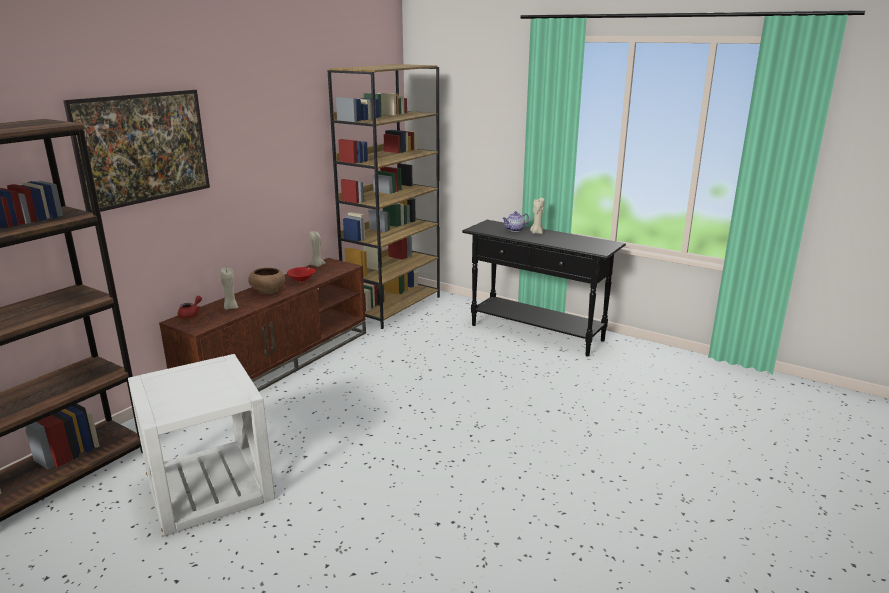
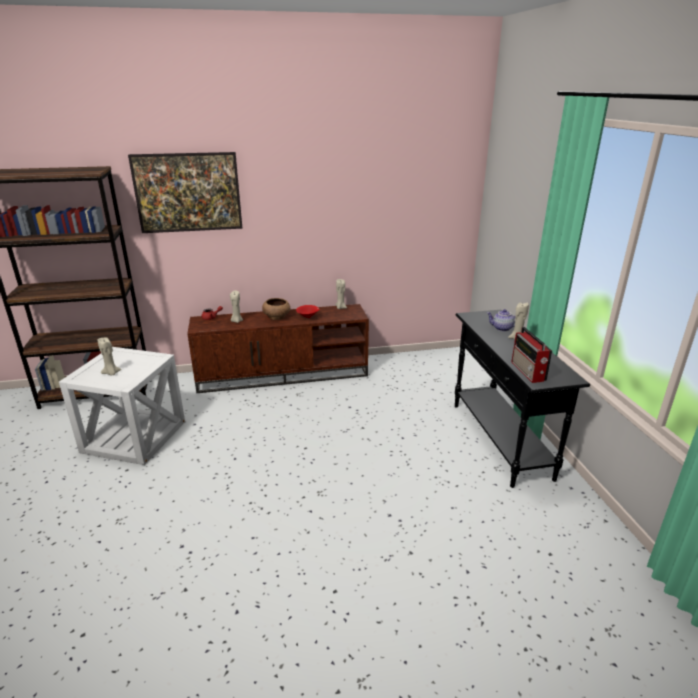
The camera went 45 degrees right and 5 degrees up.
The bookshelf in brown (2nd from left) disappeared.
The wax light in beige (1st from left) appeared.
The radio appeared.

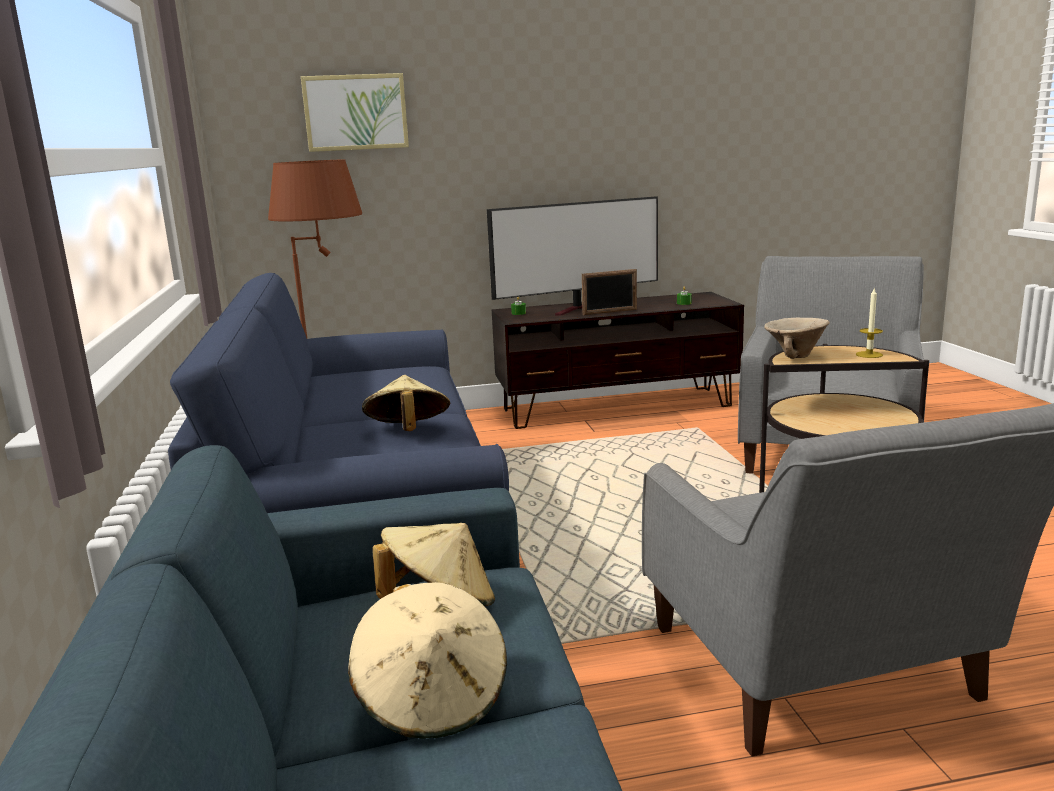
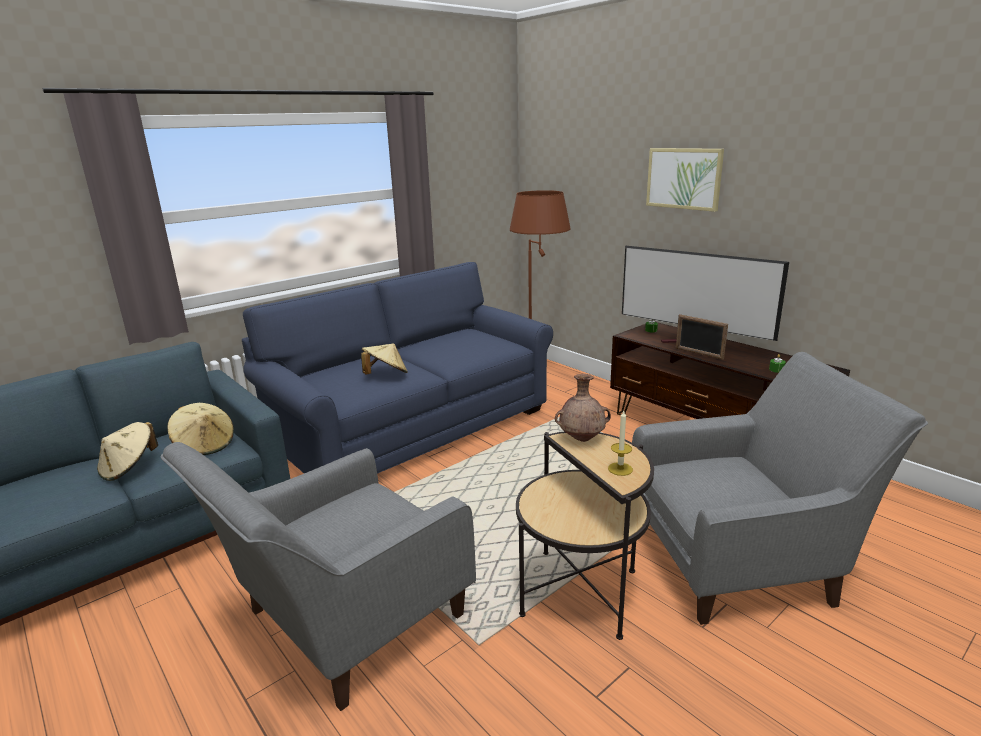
The camera went 60 degrees right and 5 degrees up.
The picture moved.
The bowl in beige was replaced by the vase in brown.

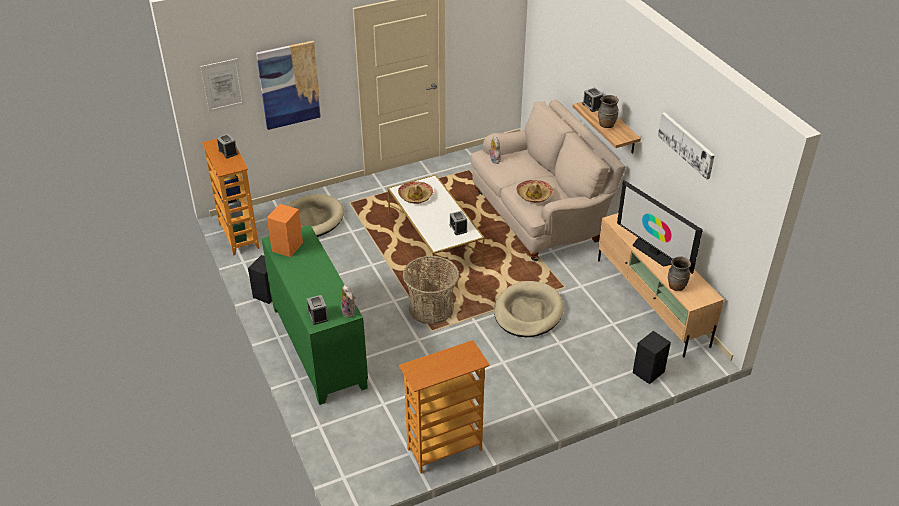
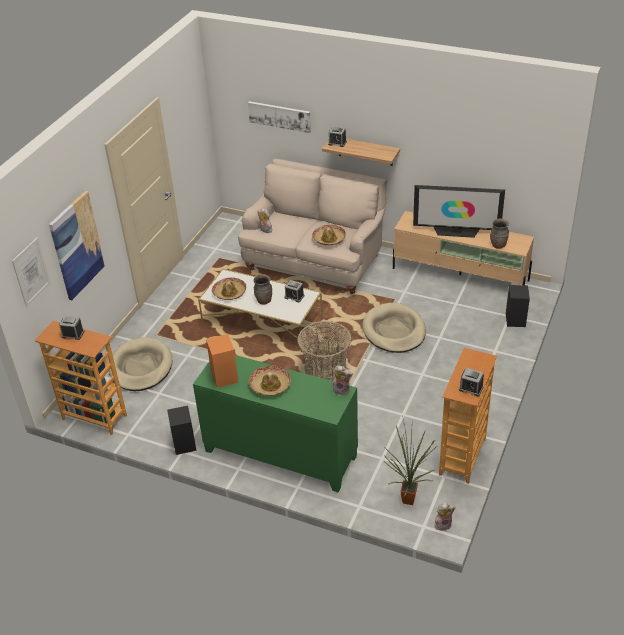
The camera went 40 degrees left and 0 degrees up.
The alarm clock (2nd from left in the first image) moved.
The vase in brown (1st from left) moved.
The picture (3rd from left) moved.
The hat (2nd from left) appeared.
The plant in a pot appeared.
The soft toy (3rd from left) appeared.

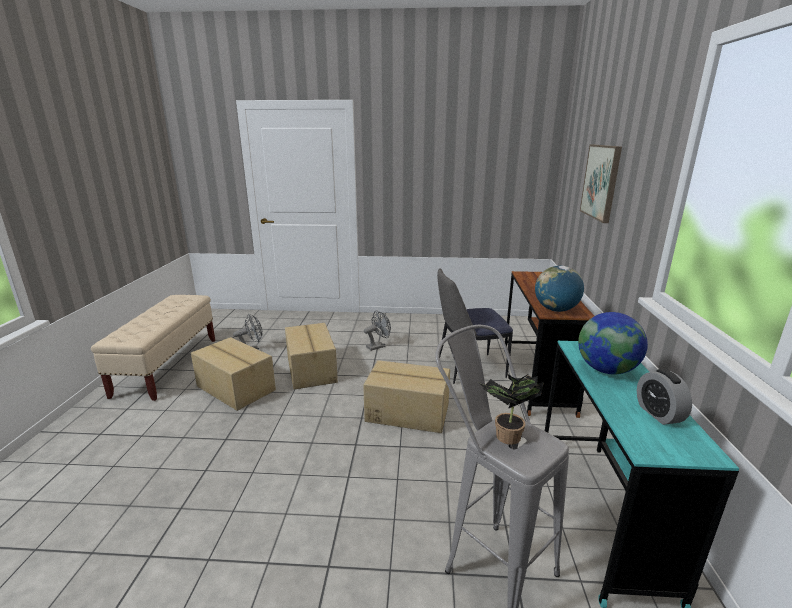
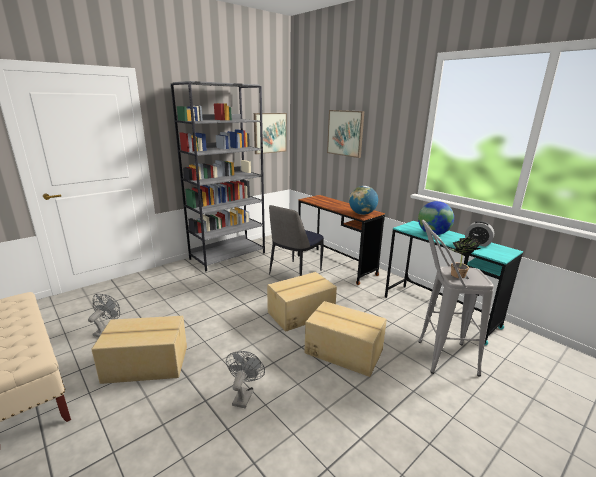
The camera went 45 degrees left and 0 degrees up.
The carton (2nd from left in the first image) moved.
The fan in greyish (2nd from left) moved.
The bookshelf in greyish appeared.
The picture (1st from left) appeared.

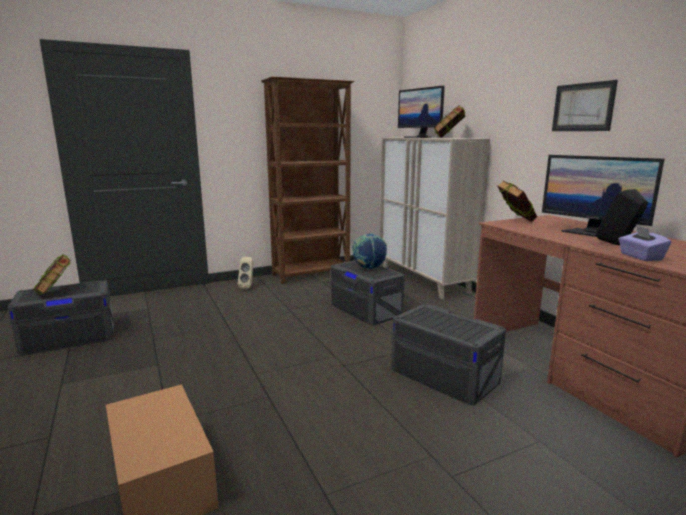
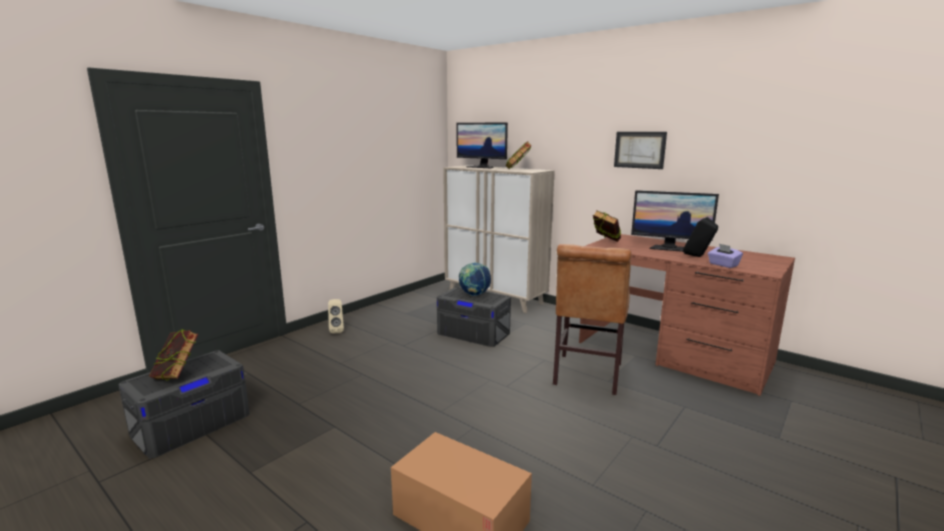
The camera went 25 degrees left and 0 degrees up.
The bookshelf in brown disappeared.
The storage box in greyish (3rd from left) was replaced by the upright chair in brown.

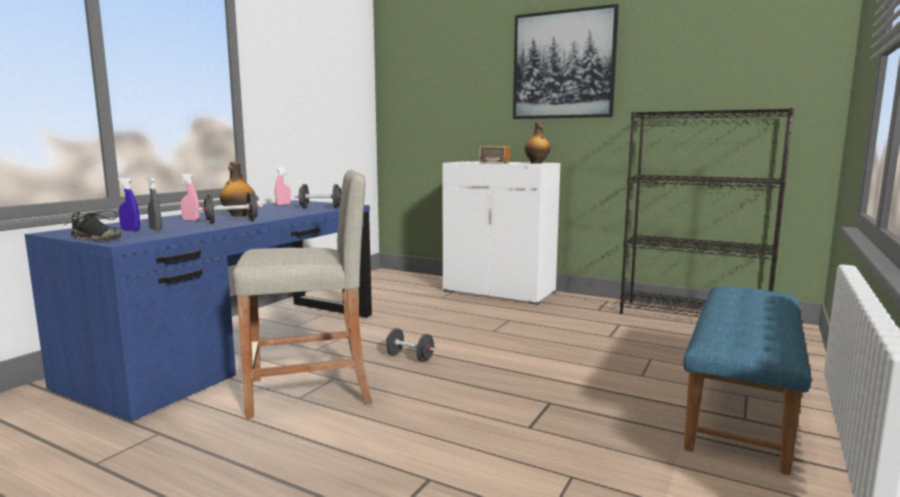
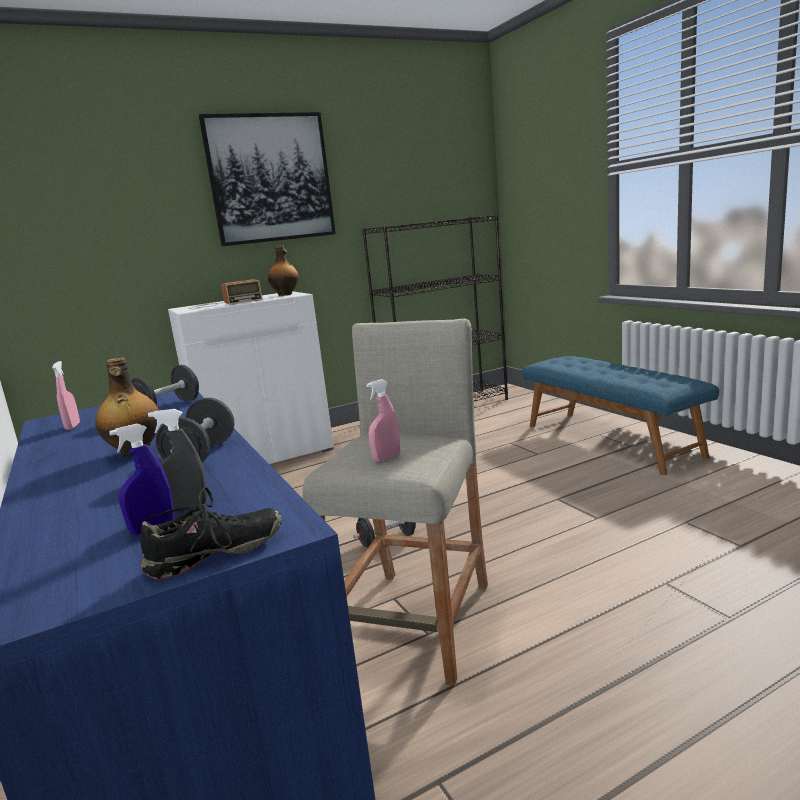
The camera went 55 degrees left and 5 degrees up.
The sprayer in pink-coloured (1st from left in the first image) moved.

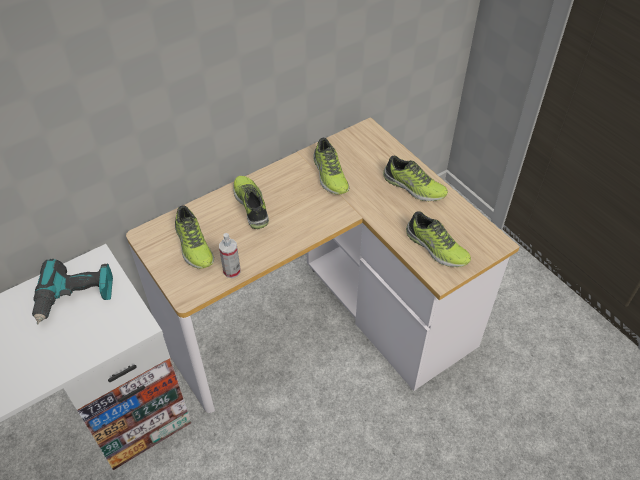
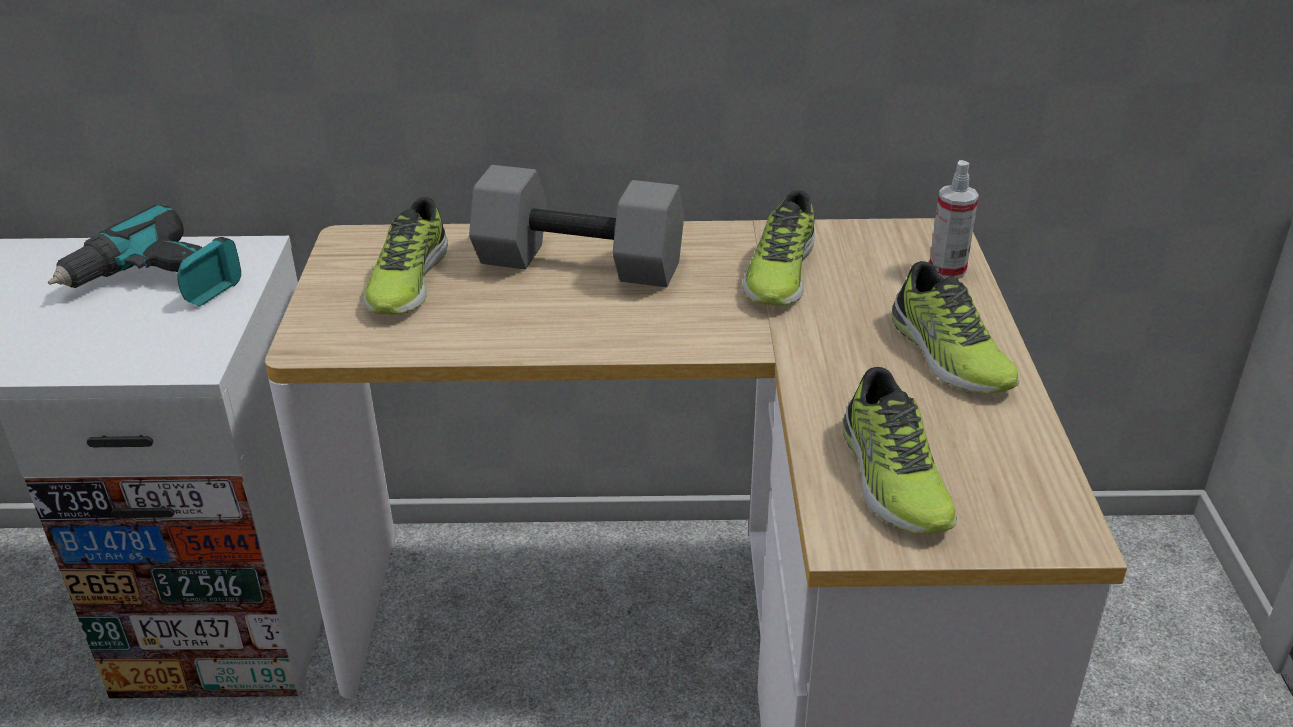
The camera went 35 degrees right and 15 degrees down.
The sprayer moved.
The item of footwear (2nd from left) was replaced by the dumbbell in greyish.

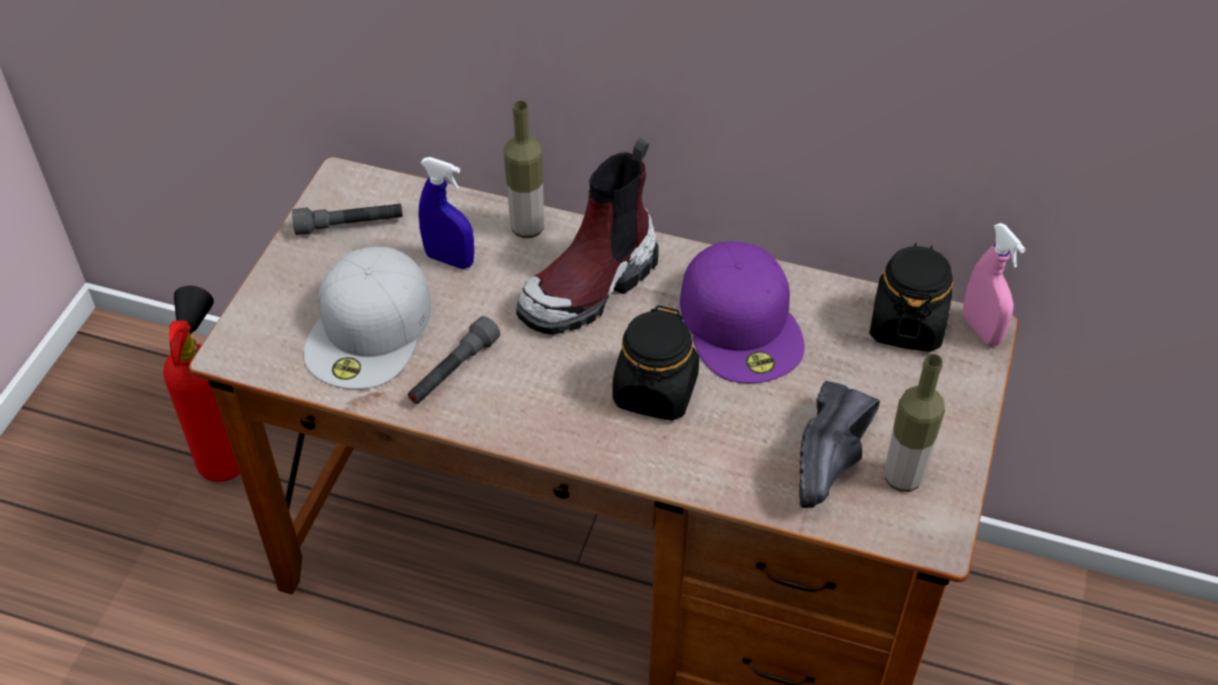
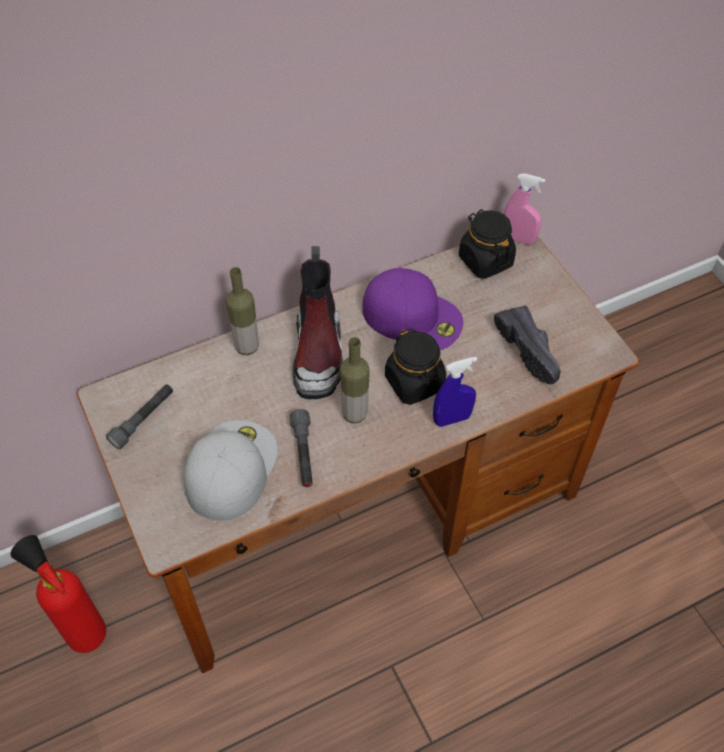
The camera went 45 degrees left and 5 degrees up.
The peaked cap in white turned 135 degrees counterclockwise.
The sprayer in blue-coloured moved.
The drink bottle (2nd from left) moved.

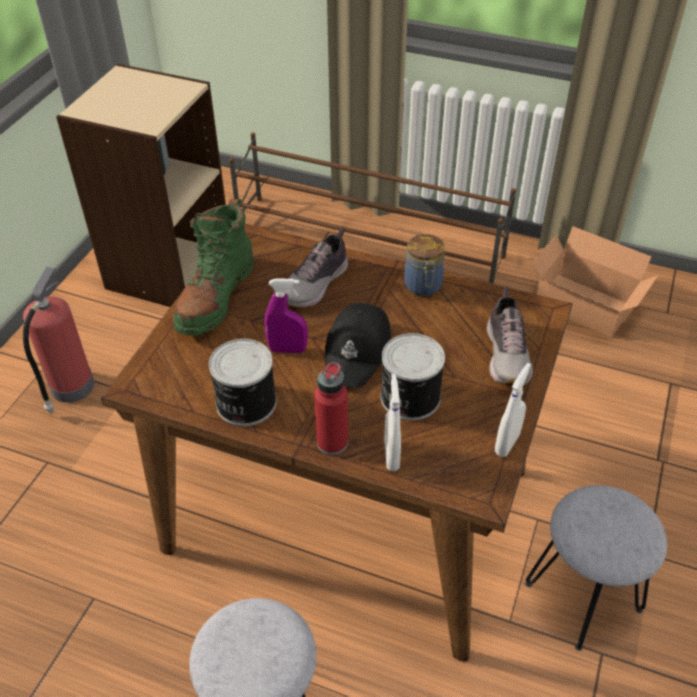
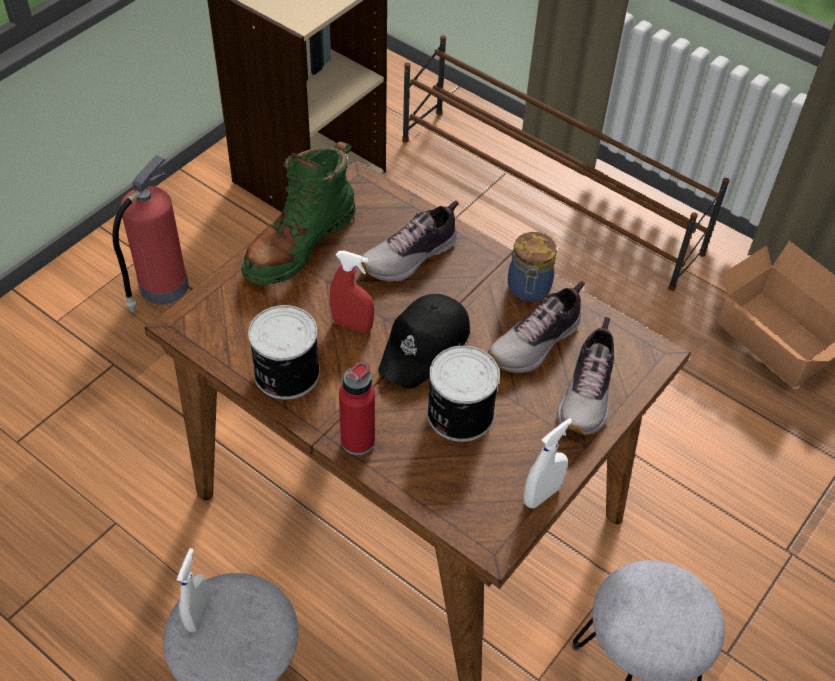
The camera went 15 degrees right and 5 degrees up.
The sprayer in purple became the sprayer in red-coloured.
The sprayer in white (1st from left) moved.
The item of footwear (2nd from left) appeared.

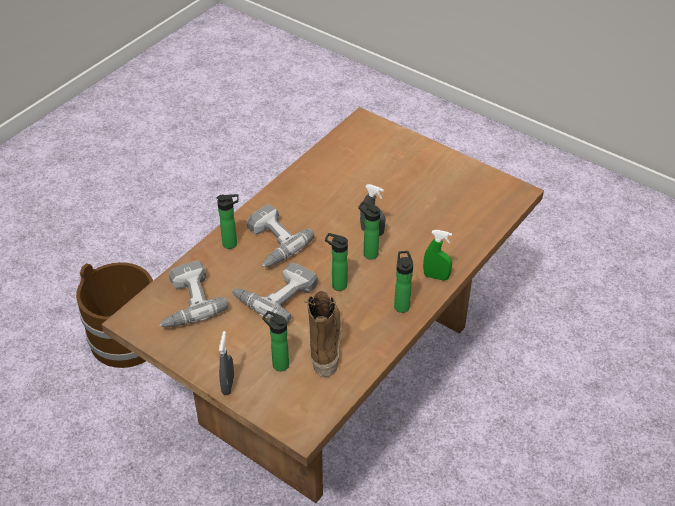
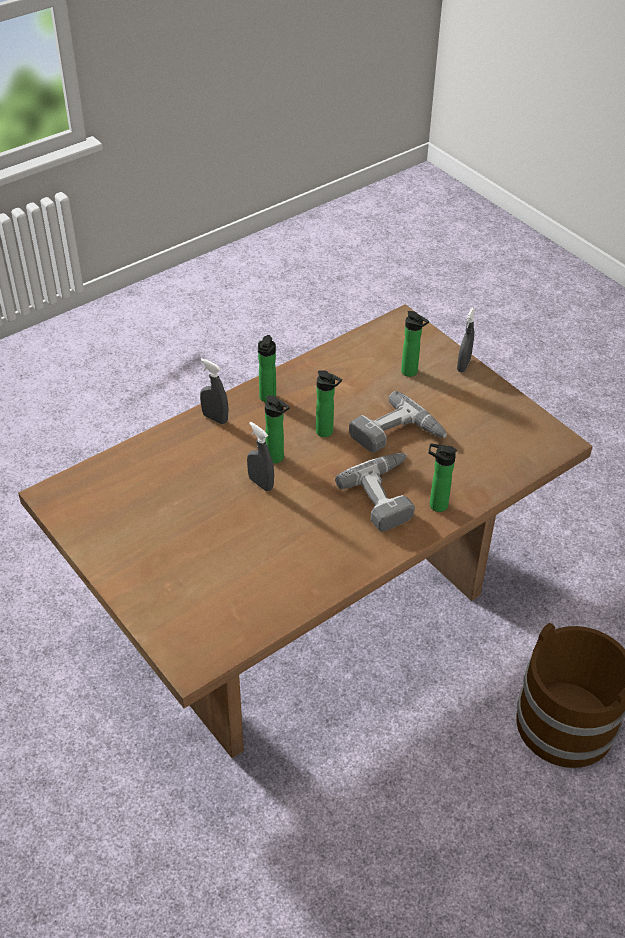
The camera went 165 degrees left and 0 degrees up.
The power drill (1st from left) disappeared.
The boot disappeared.
The sprayer in green became the sprayer in greyish (1st from left).

